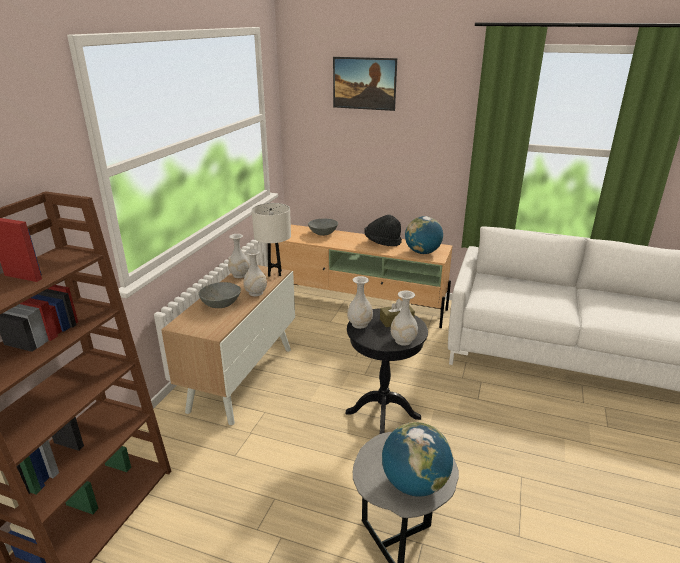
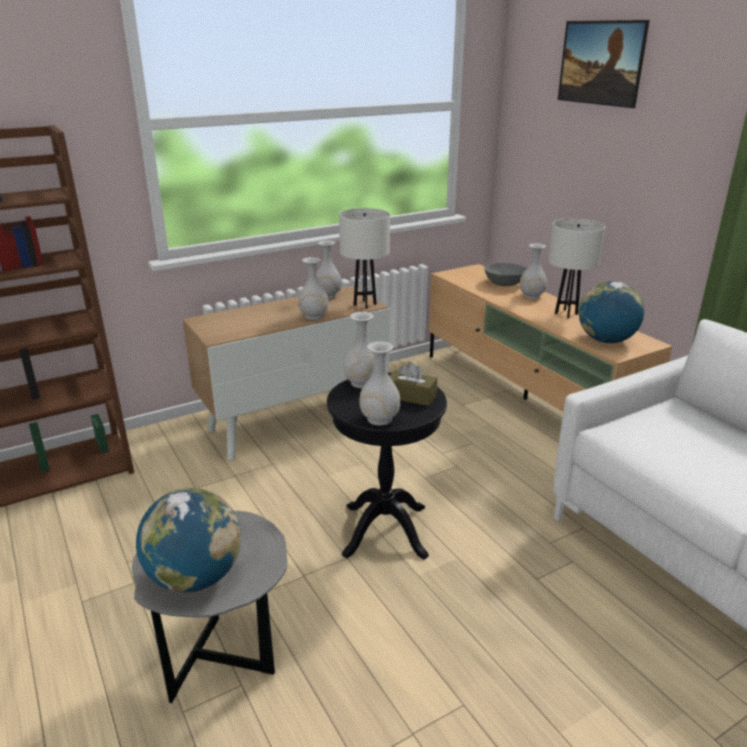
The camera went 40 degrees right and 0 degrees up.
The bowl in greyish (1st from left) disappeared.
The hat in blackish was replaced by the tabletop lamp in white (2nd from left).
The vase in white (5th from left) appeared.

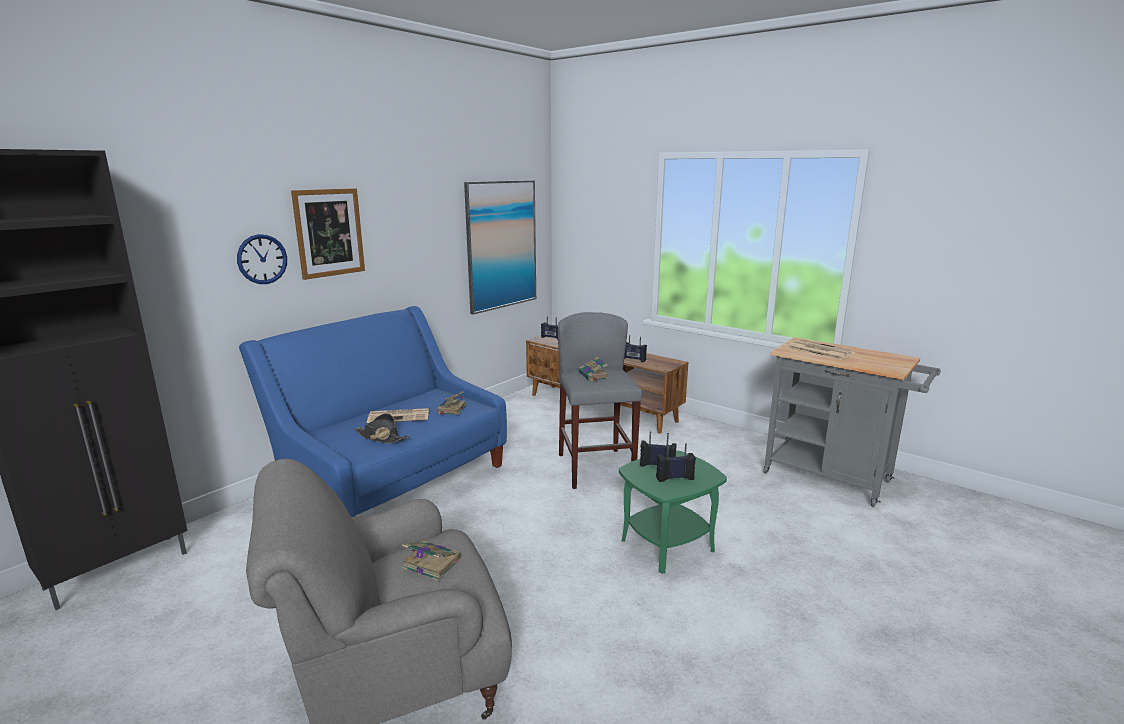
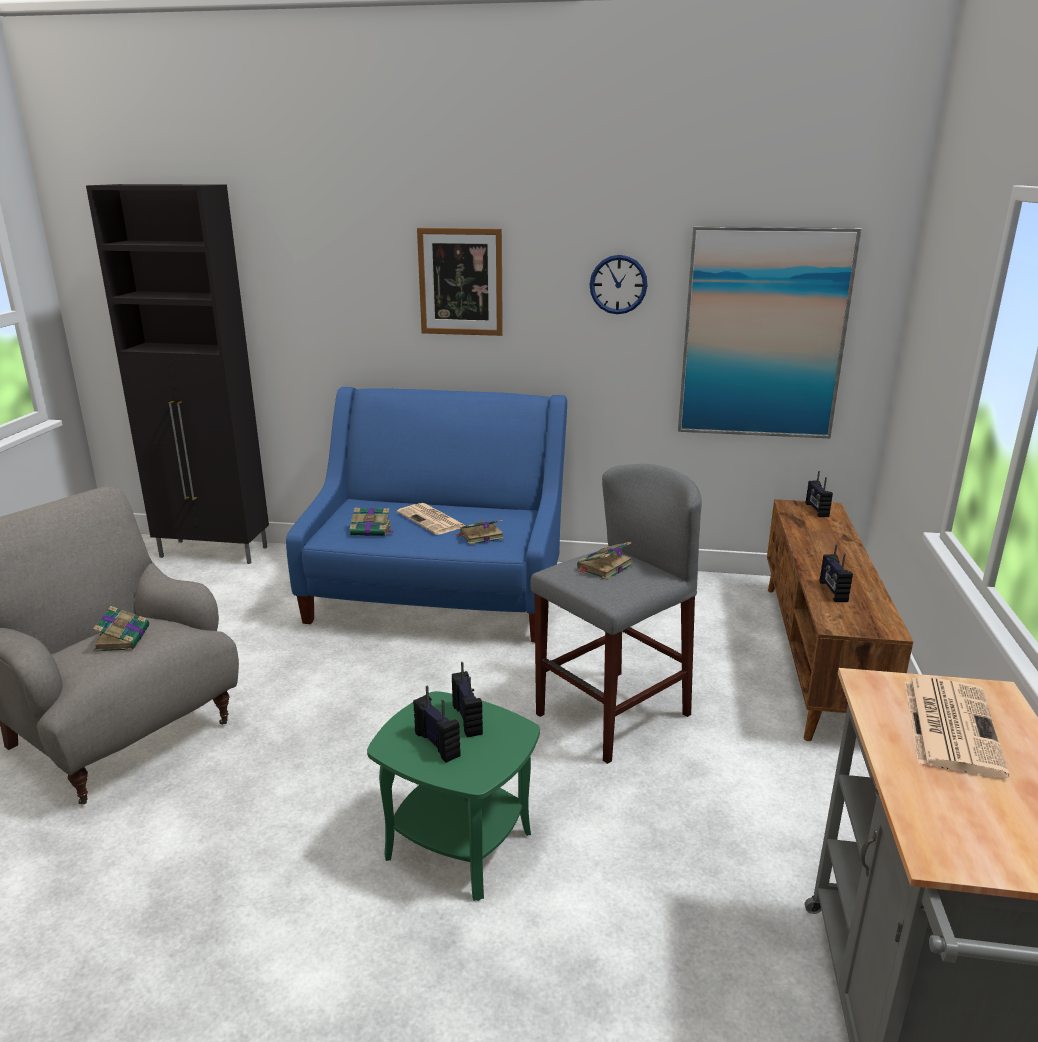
The camera went 60 degrees right and 5 degrees up.
The clock on the wall moved.
The hat in blackish was replaced by the bound book (2nd from left).

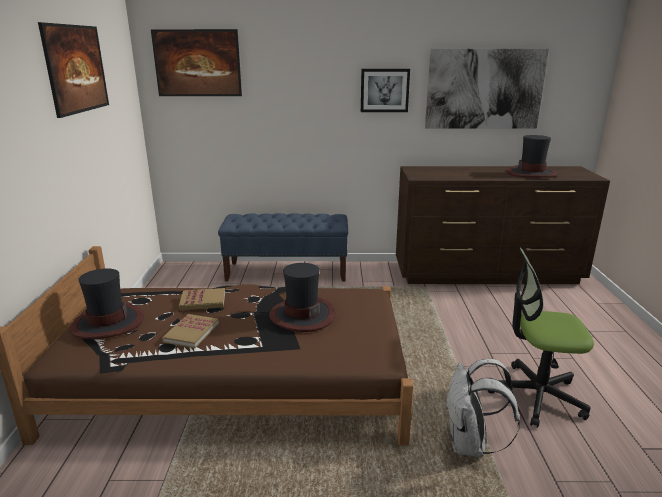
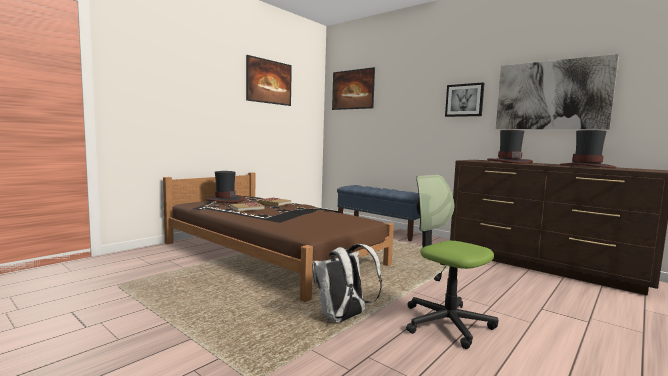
The camera went 40 degrees right and 15 degrees down.
The hat (2nd from left) moved.

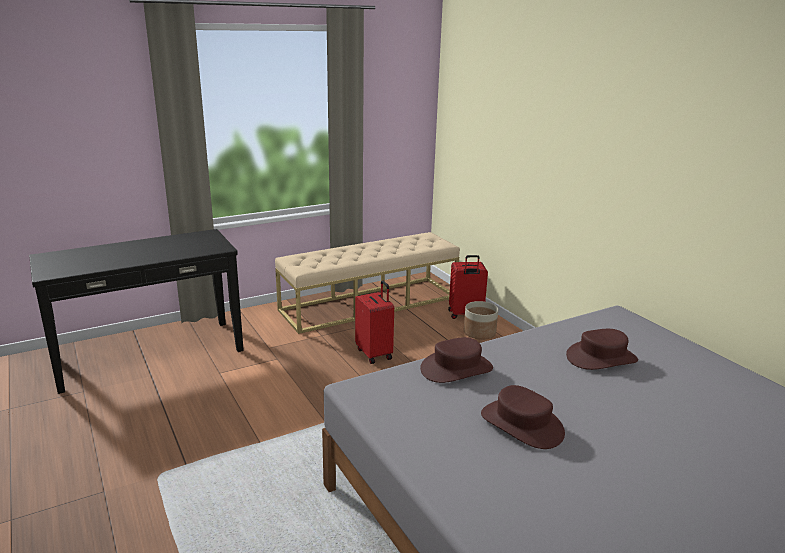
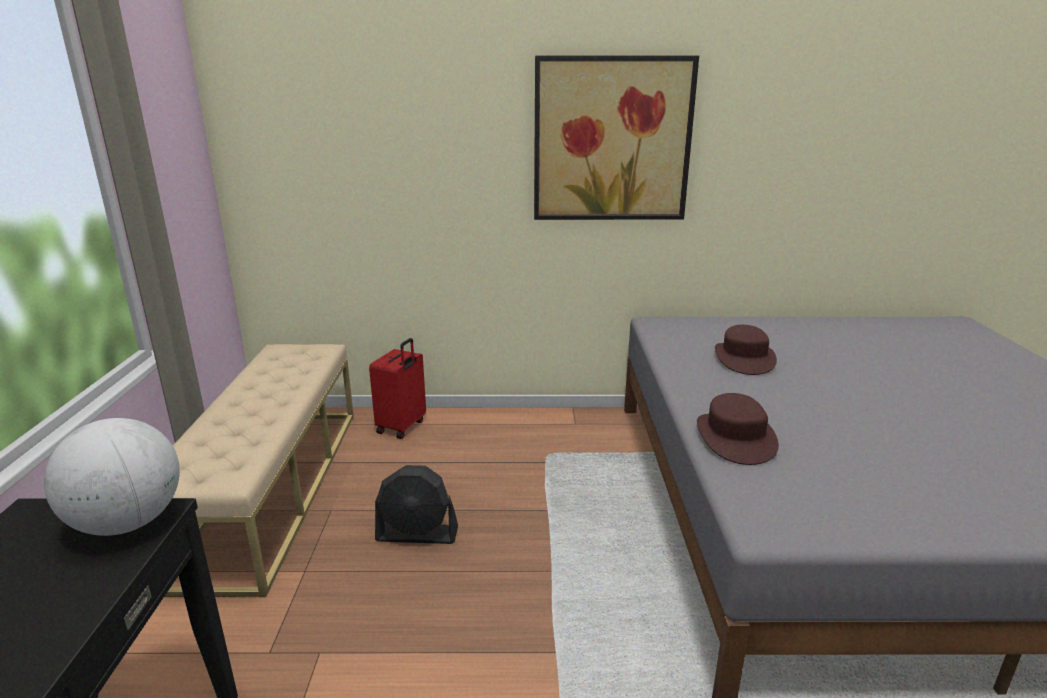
The camera went 60 degrees left and 0 degrees up.
The suitcase in red-coloured (1st from left) was replaced by the fan in blackish.
The planter disappeared.
The hat in brown (2nd from left) disappeared.
The desk globe appeared.
The picture appeared.

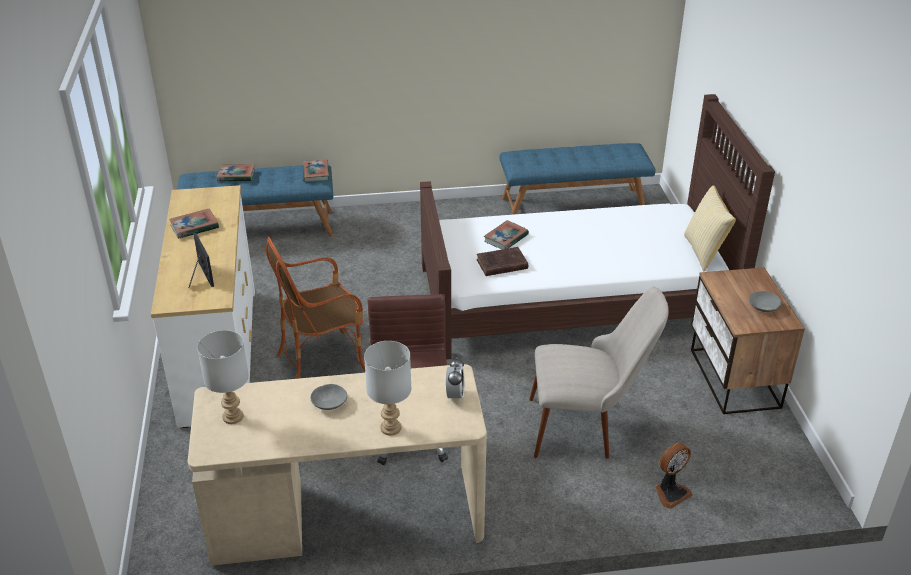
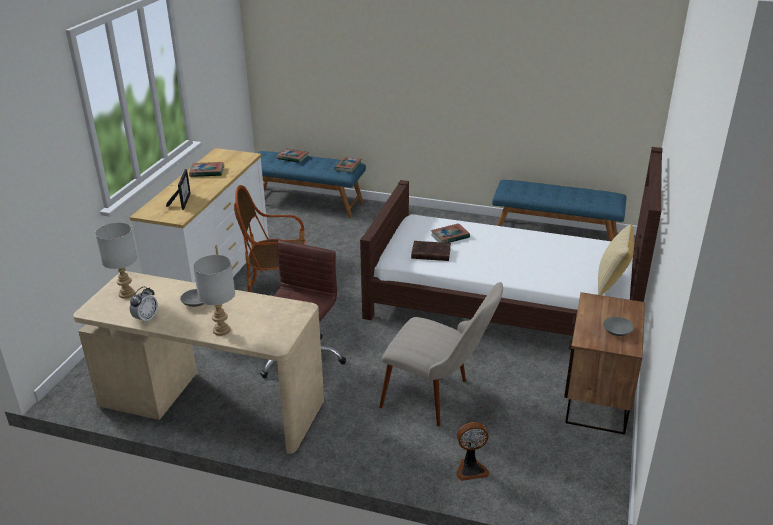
The camera went 25 degrees right and 5 degrees down.
The alarm clock moved.

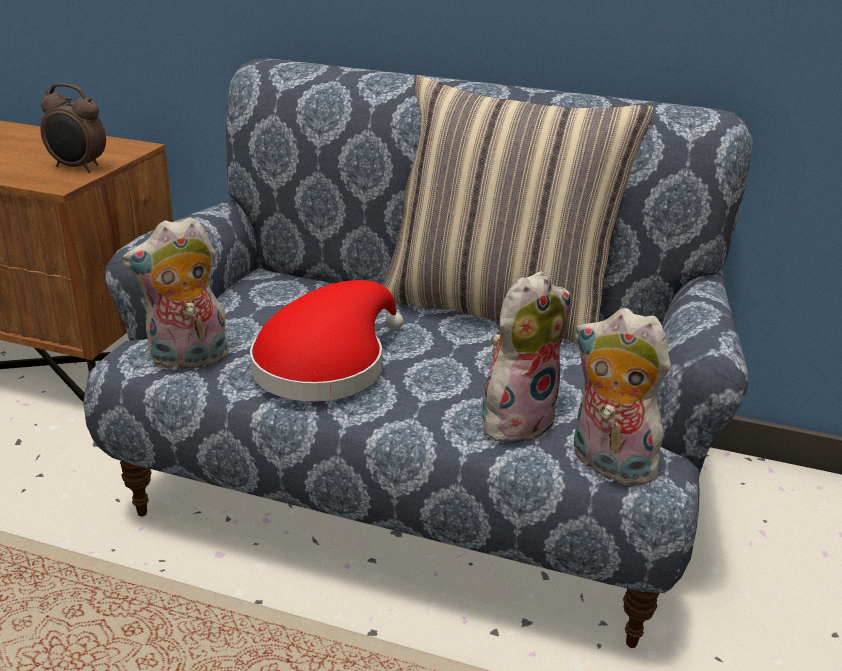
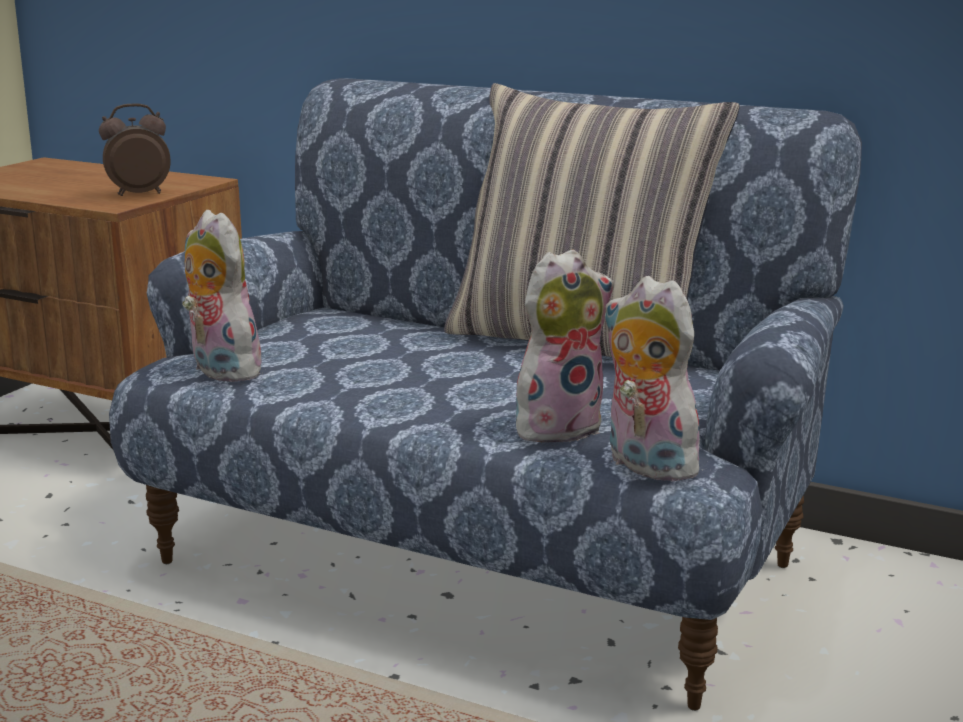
The camera went 10 degrees right and 10 degrees down.
The alarm clock turned 135 degrees clockwise.
The soft toy (1st from left) turned 60 degrees clockwise.
The hat in red-coloured disappeared.

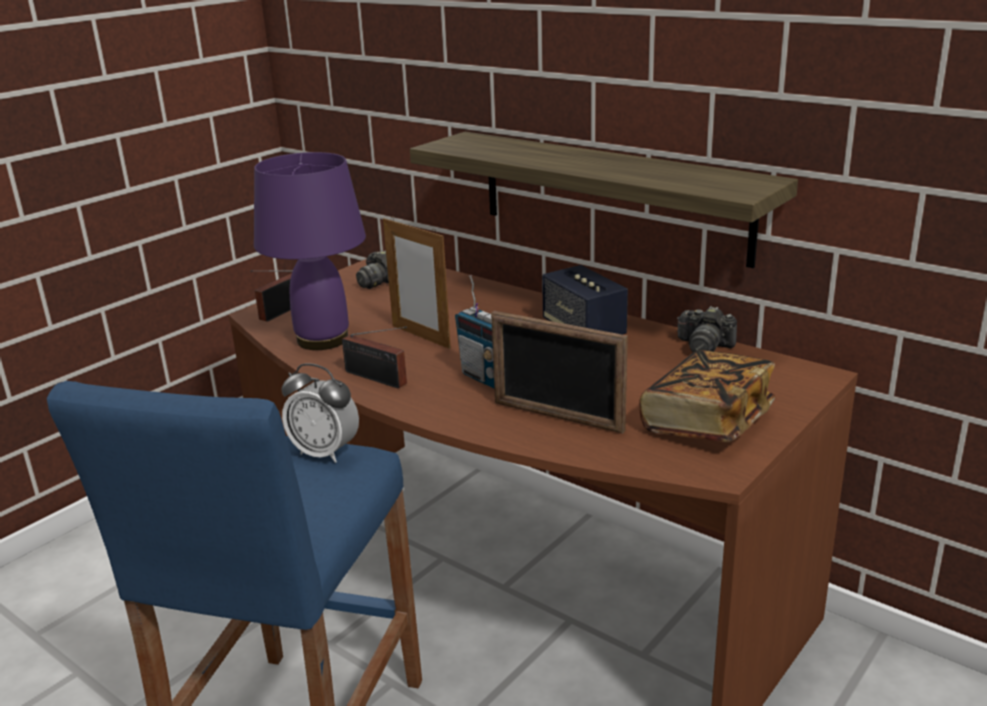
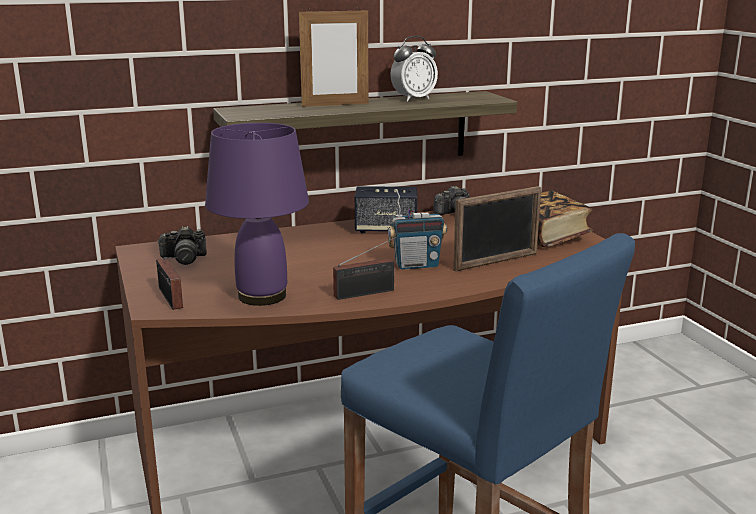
The camera went 60 degrees left and 5 degrees down.
The alarm clock moved.
The standing frame (1st from left) moved.

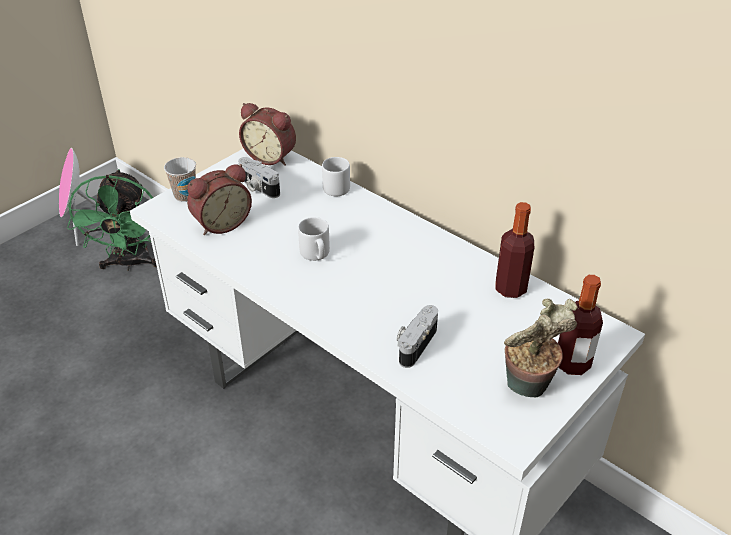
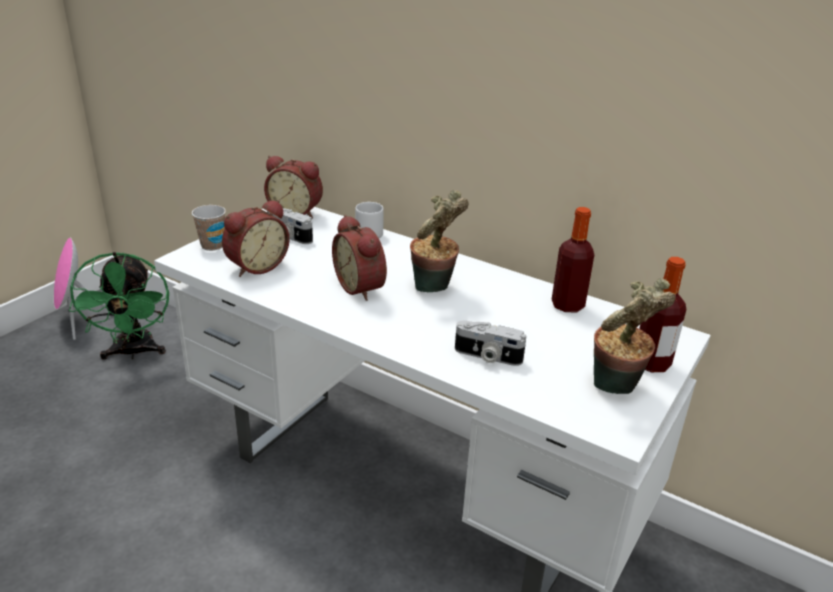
The camera went 10 degrees left and 10 degrees down.
The mug in greyish (1st from left) was replaced by the alarm clock (3rd from left).
The photo camera (2nd from left) turned 90 degrees counterclockwise.
The plant in a pot (1st from left) appeared.

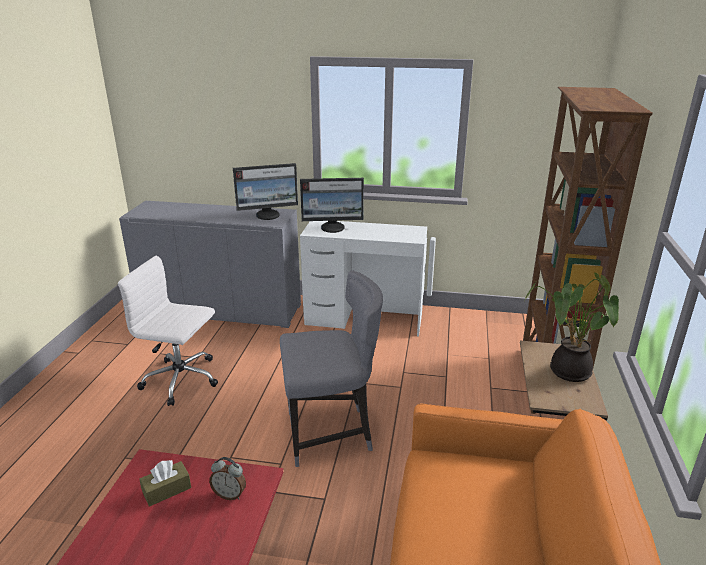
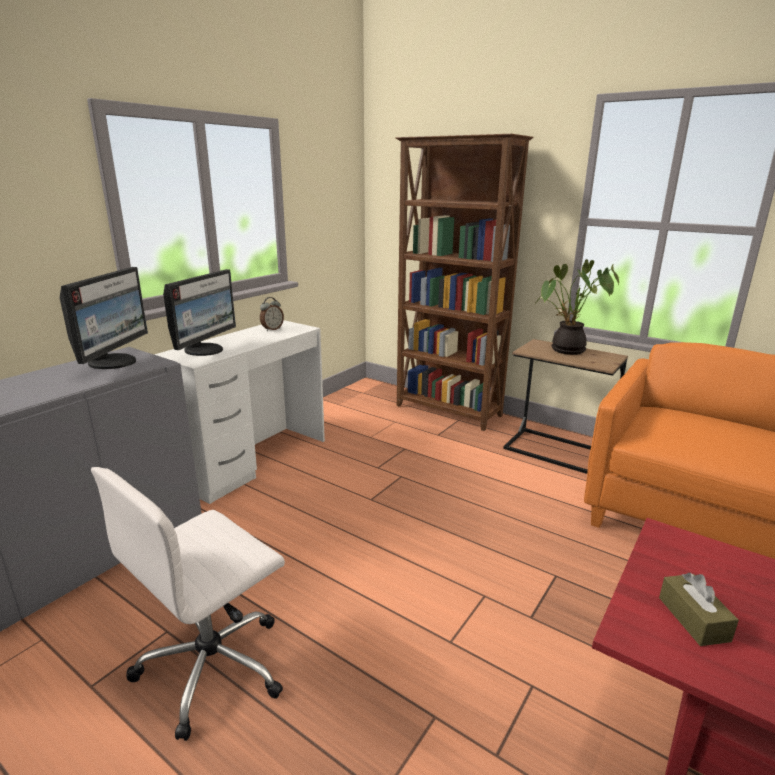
The camera went 65 degrees left and 5 degrees down.
The alarm clock moved.
The upright chair in greyish disappeared.

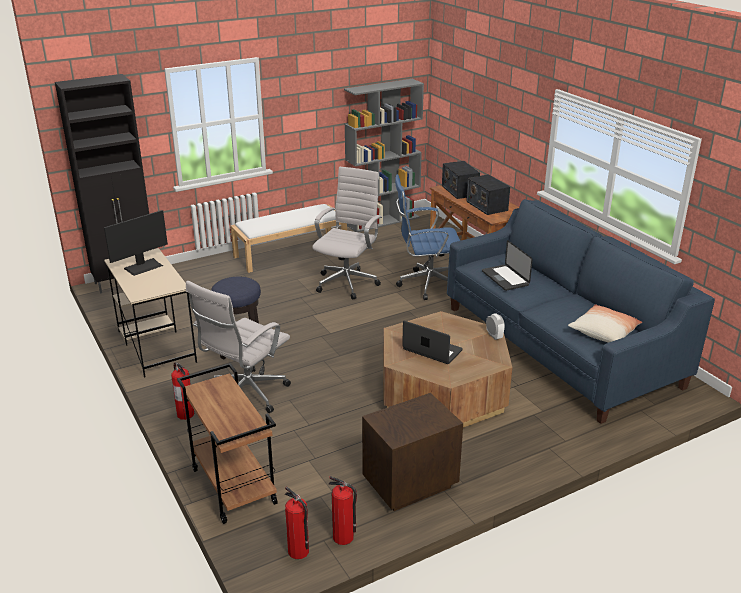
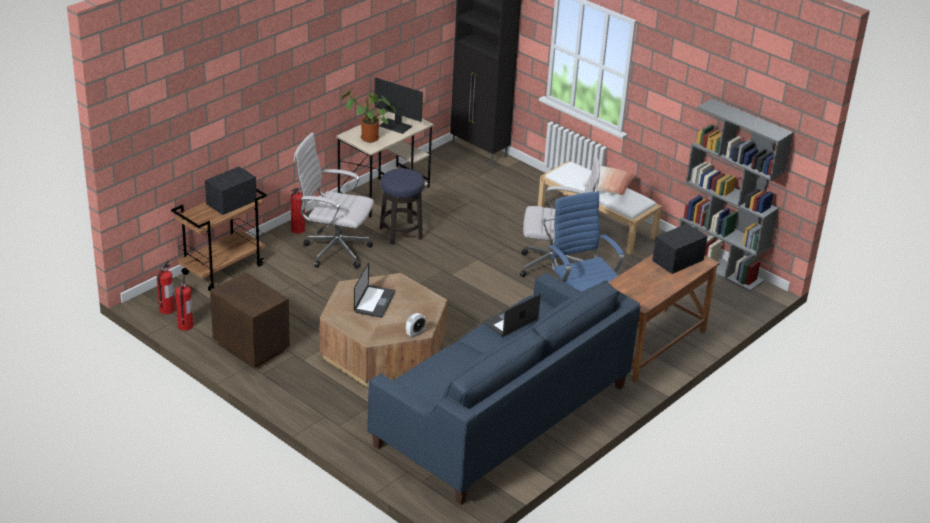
The camera went 70 degrees right and 5 degrees up.
The radio (2nd from left in the first image) moved.
The throw pillow moved.
The plant in a pot appeared.

